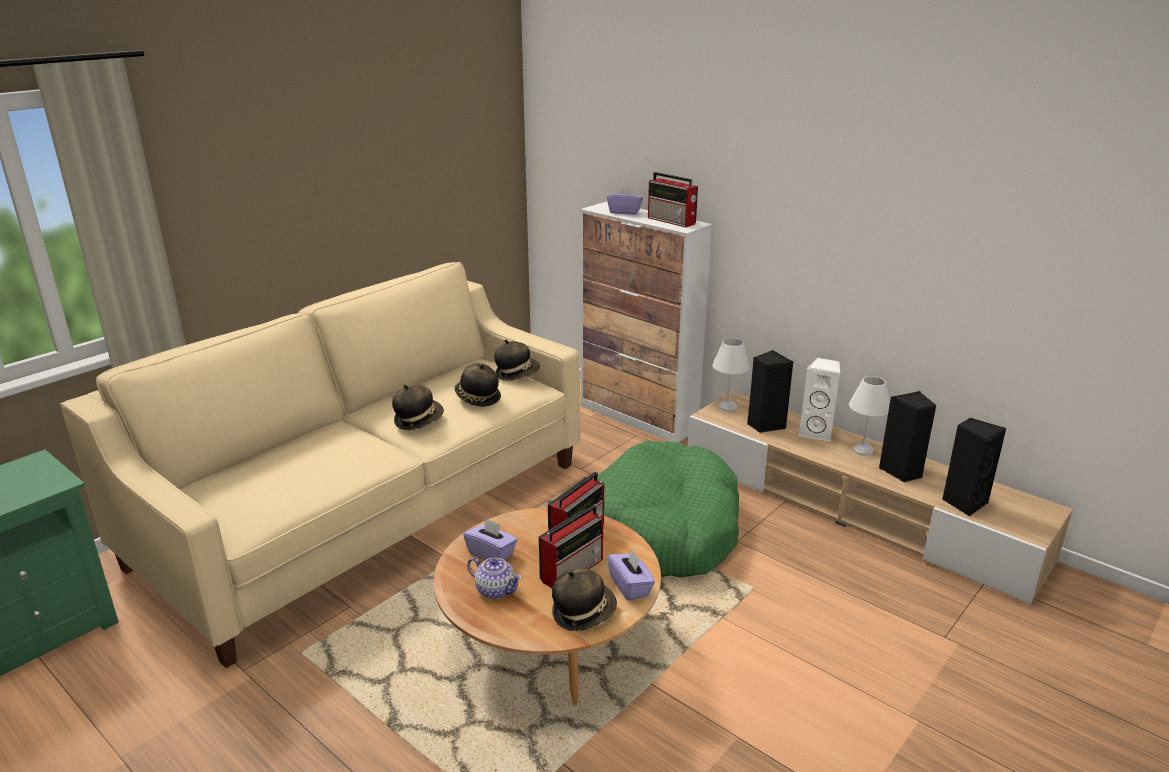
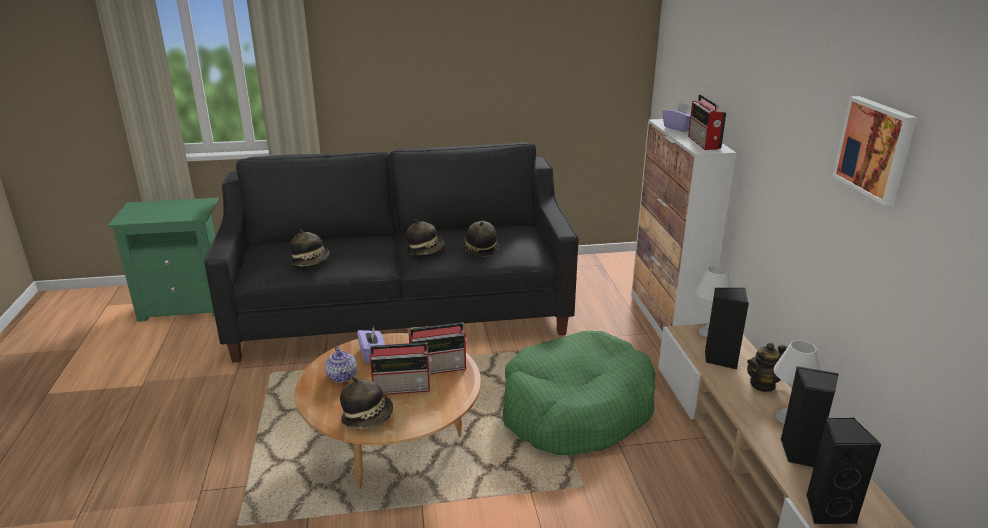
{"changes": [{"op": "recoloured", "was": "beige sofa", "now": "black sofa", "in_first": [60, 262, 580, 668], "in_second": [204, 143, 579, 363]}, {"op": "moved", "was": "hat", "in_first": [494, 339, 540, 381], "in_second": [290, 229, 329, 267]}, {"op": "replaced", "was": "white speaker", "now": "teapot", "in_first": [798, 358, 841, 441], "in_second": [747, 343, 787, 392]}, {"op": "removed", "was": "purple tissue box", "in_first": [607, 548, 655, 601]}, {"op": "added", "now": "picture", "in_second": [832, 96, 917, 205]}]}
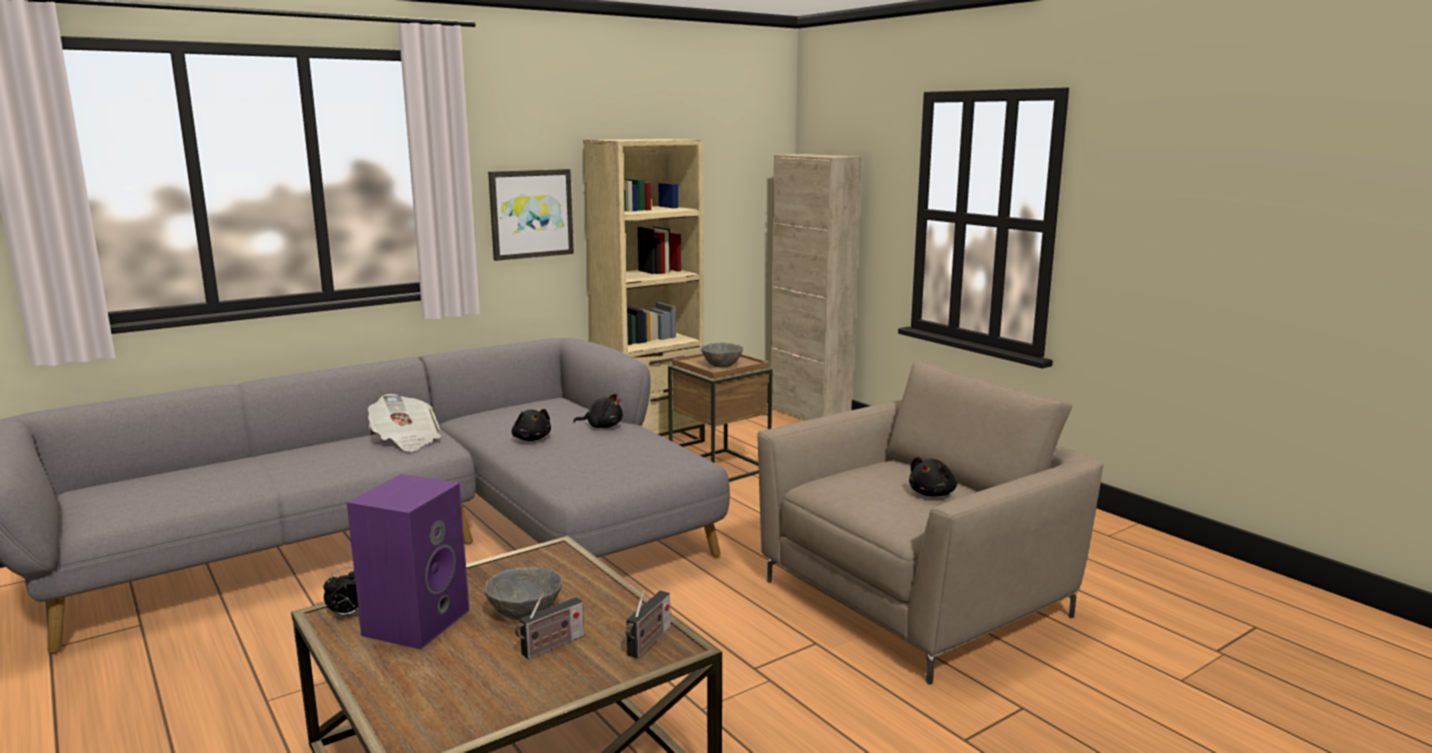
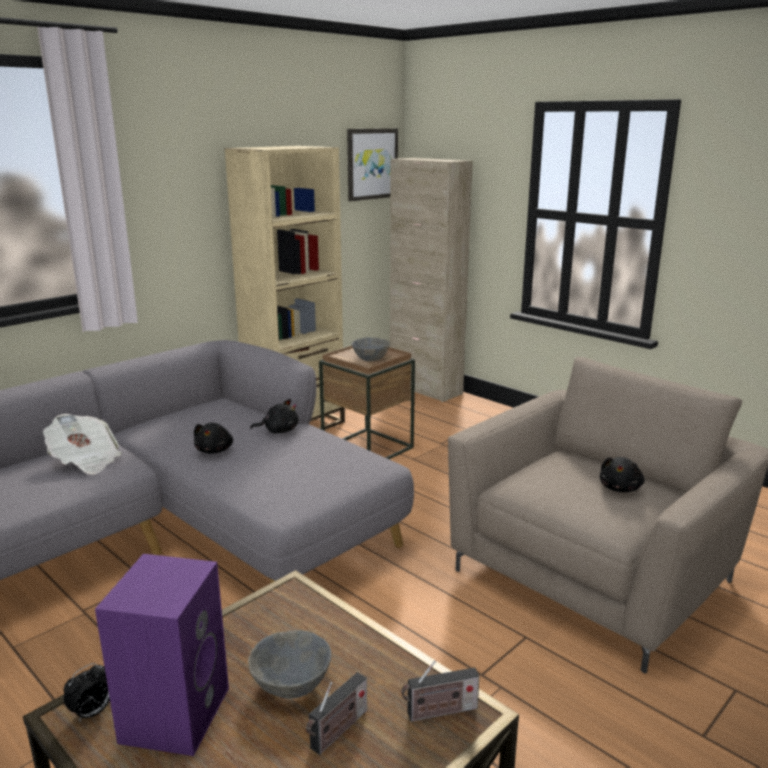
{"changes": [{"op": "moved", "was": "picture", "in_first": [488, 169, 574, 261], "in_second": [347, 128, 398, 201]}, {"op": "turned", "was": "black plush toy", "in_first": [512, 409, 551, 441], "in_second": [194, 423, 233, 454], "clockwise": 45}, {"op": "turned", "was": "radio", "in_first": [626, 590, 670, 658], "in_second": [401, 660, 479, 722], "clockwise": 60}]}
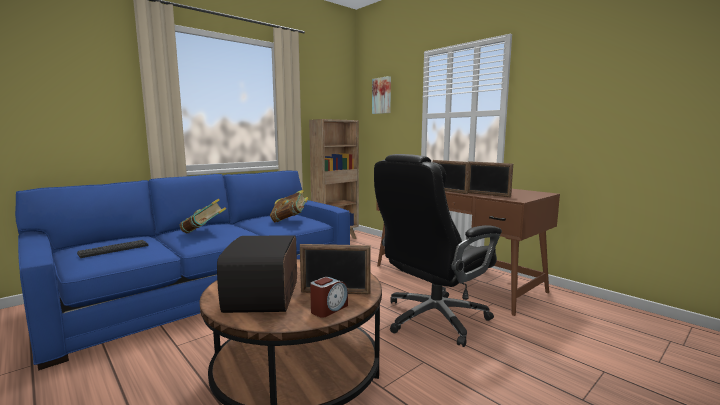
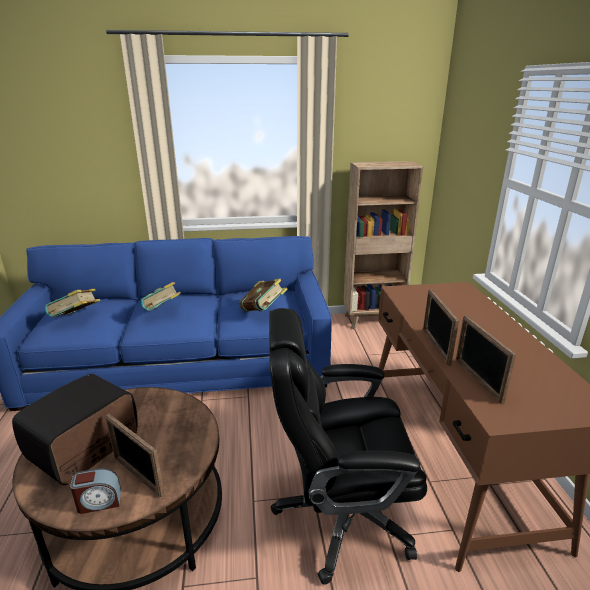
{"changes": [{"op": "removed", "was": "picture", "in_first": [372, 76, 391, 114]}, {"op": "replaced", "was": "keyboard", "now": "book", "in_first": [77, 240, 148, 258], "in_second": [45, 289, 101, 317]}]}
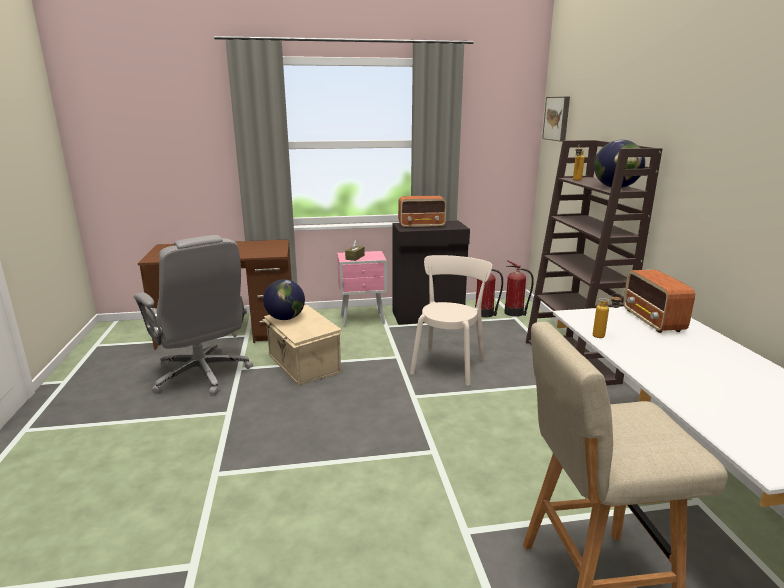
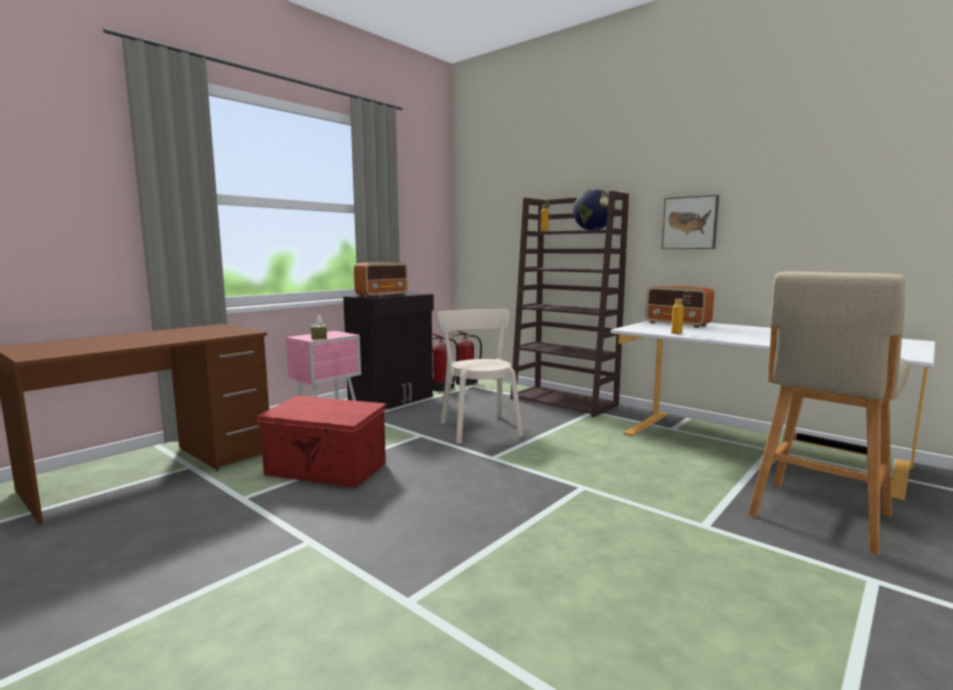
{"changes": [{"op": "moved", "was": "picture", "in_first": [542, 97, 570, 142], "in_second": [662, 195, 719, 249]}, {"op": "removed", "was": "grey office chair", "in_first": [134, 235, 253, 395]}, {"op": "removed", "was": "globe", "in_first": [263, 279, 305, 320]}, {"op": "recoloured", "was": "beige storage box", "now": "red storage box", "in_first": [262, 305, 342, 386], "in_second": [253, 396, 387, 488]}]}
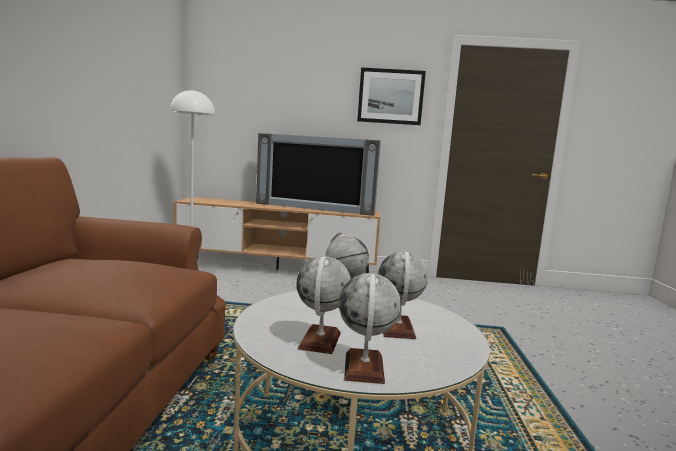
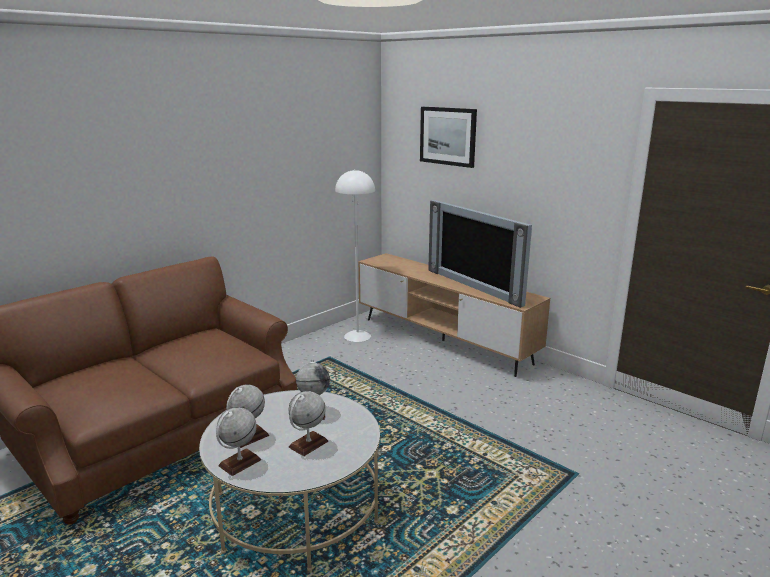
{"changes": [{"op": "moved", "was": "picture", "in_first": [357, 67, 426, 125], "in_second": [420, 107, 477, 168]}]}
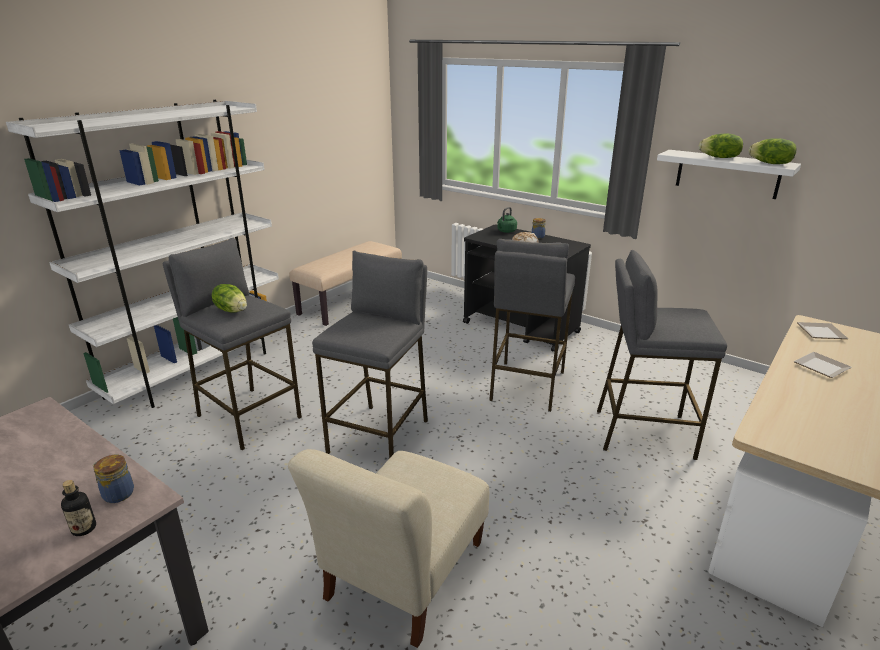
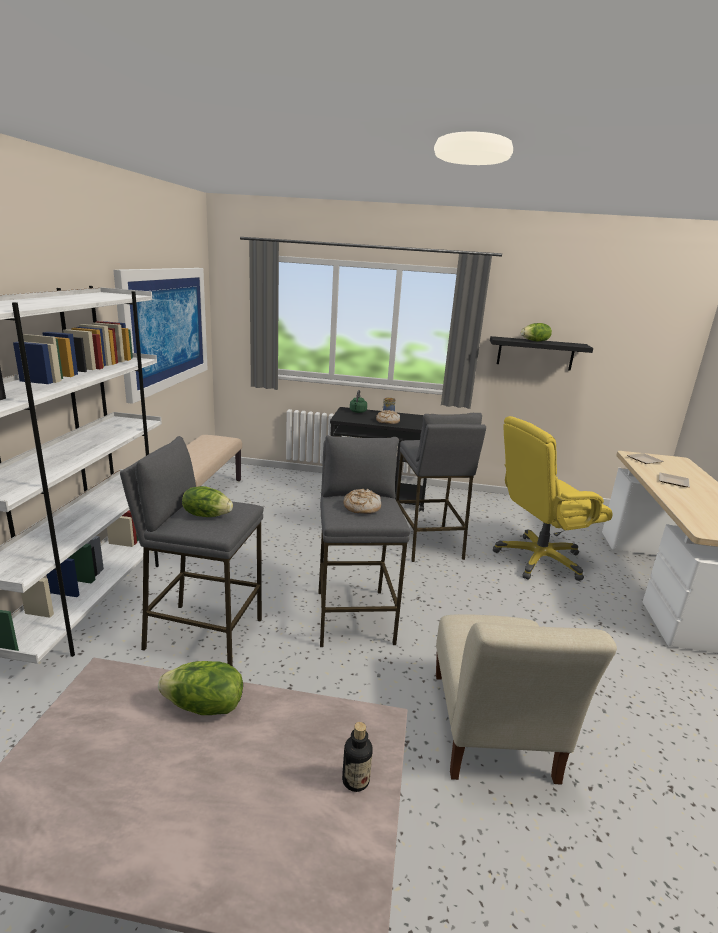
{"changes": [{"op": "moved", "was": "lettuce", "in_first": [748, 138, 797, 164], "in_second": [158, 661, 243, 715]}, {"op": "recoloured", "was": "white shelf", "now": "black shelf", "in_first": [657, 150, 801, 199], "in_second": [490, 336, 593, 371]}, {"op": "replaced", "was": "grey stool", "now": "yellow office chair", "in_first": [597, 250, 727, 460], "in_second": [493, 416, 613, 581]}, {"op": "removed", "was": "jar", "in_first": [93, 455, 134, 503]}, {"op": "added", "now": "picture", "in_second": [113, 268, 208, 404]}, {"op": "added", "now": "bread", "in_second": [344, 489, 381, 514]}]}
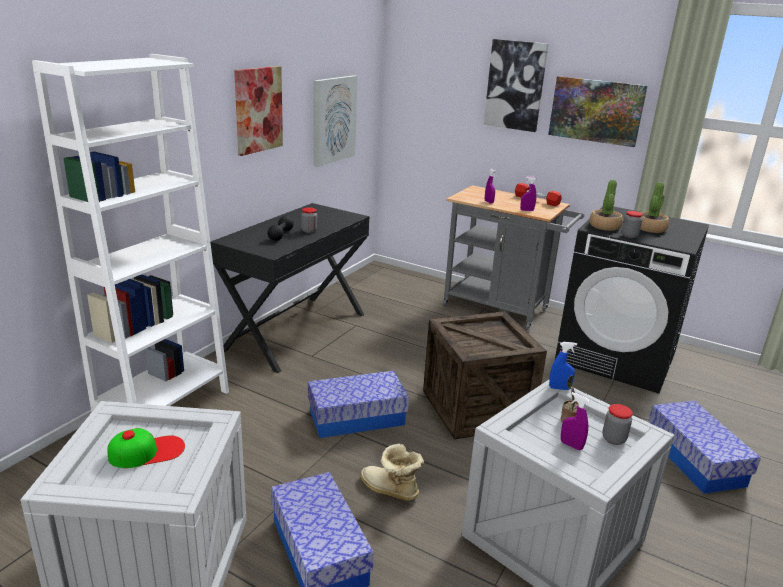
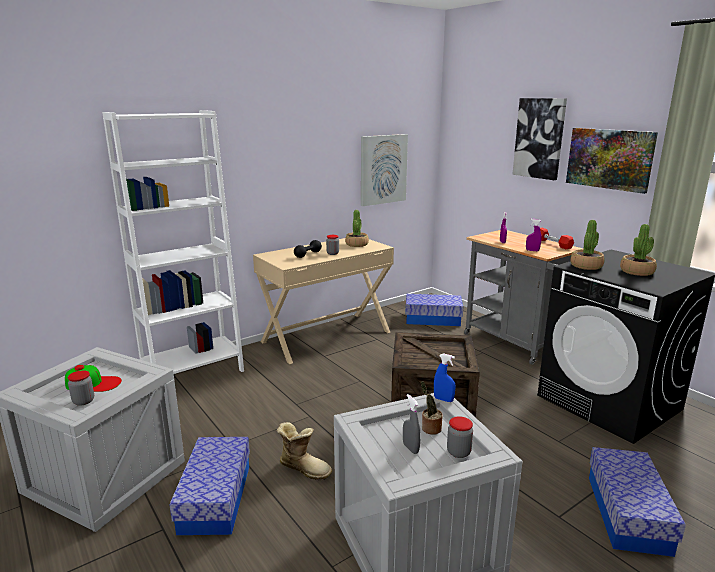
{"changes": [{"op": "removed", "was": "picture", "in_first": [234, 66, 283, 156]}, {"op": "recoloured", "was": "black desk", "now": "beige desk", "in_first": [210, 203, 369, 373], "in_second": [253, 238, 394, 364]}, {"op": "moved", "was": "jar", "in_first": [622, 211, 643, 238], "in_second": [68, 370, 94, 406]}, {"op": "moved", "was": "storage box", "in_first": [308, 371, 409, 438], "in_second": [405, 294, 463, 326]}, {"op": "recoloured", "was": "purple spray bottle", "now": "grey spray bottle", "in_first": [561, 392, 589, 450], "in_second": [403, 394, 421, 454]}, {"op": "turned", "was": "boot", "in_first": [361, 444, 424, 501], "in_second": [277, 422, 332, 480], "clockwise": 150}, {"op": "added", "now": "potted plant", "in_second": [345, 210, 369, 247]}]}
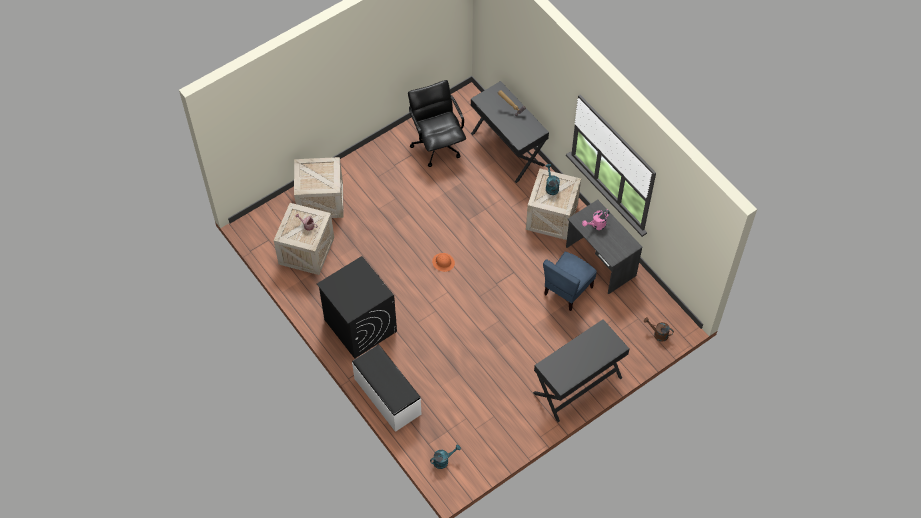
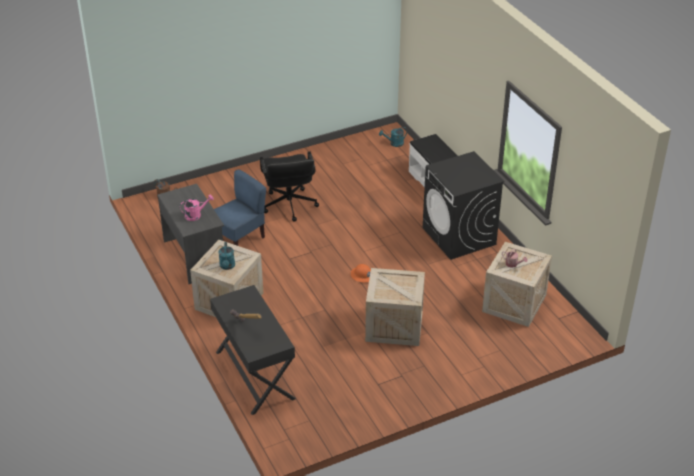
{"changes": [{"op": "moved", "was": "black office chair", "in_first": [408, 80, 466, 167], "in_second": [260, 151, 319, 222]}, {"op": "moved", "was": "crate", "in_first": [294, 157, 344, 218], "in_second": [365, 268, 425, 346]}, {"op": "removed", "was": "black desk", "in_first": [533, 319, 629, 422]}]}
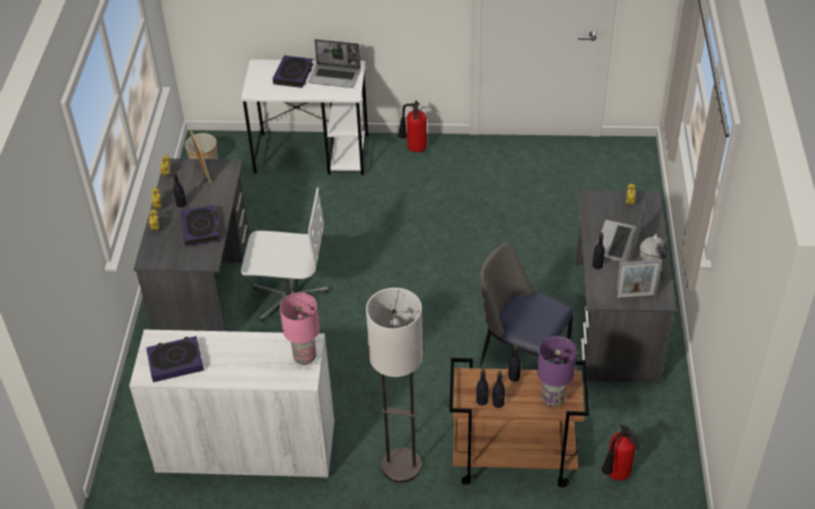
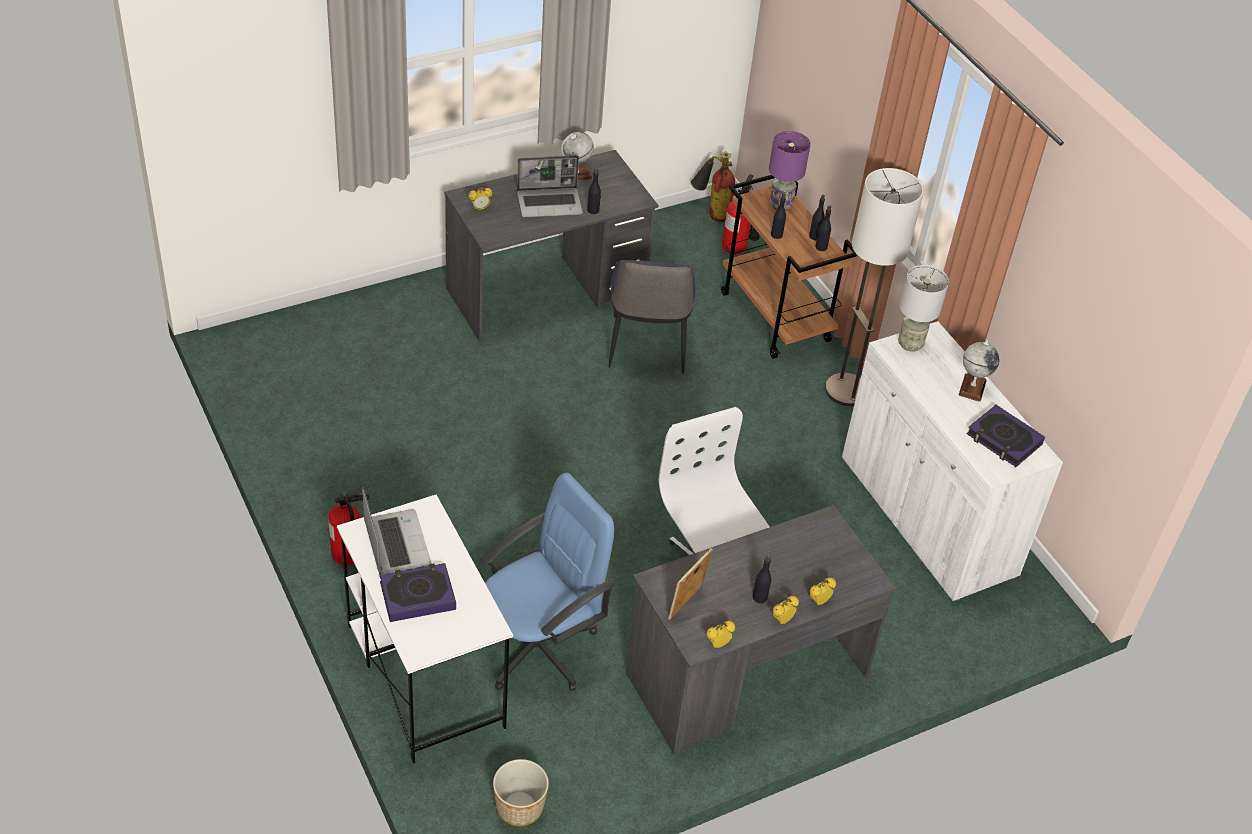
{"changes": [{"op": "removed", "was": "book", "in_first": [181, 205, 220, 247]}, {"op": "removed", "was": "picture frame", "in_first": [614, 260, 662, 299]}, {"op": "recoloured", "was": "pink table lamp", "now": "grey table lamp", "in_first": [280, 293, 320, 365], "in_second": [898, 265, 949, 352]}, {"op": "added", "now": "fire extinguisher", "in_second": [691, 151, 735, 222]}, {"op": "added", "now": "globe", "in_second": [959, 339, 999, 402]}, {"op": "added", "now": "blue office chair", "in_second": [480, 472, 614, 691]}]}
